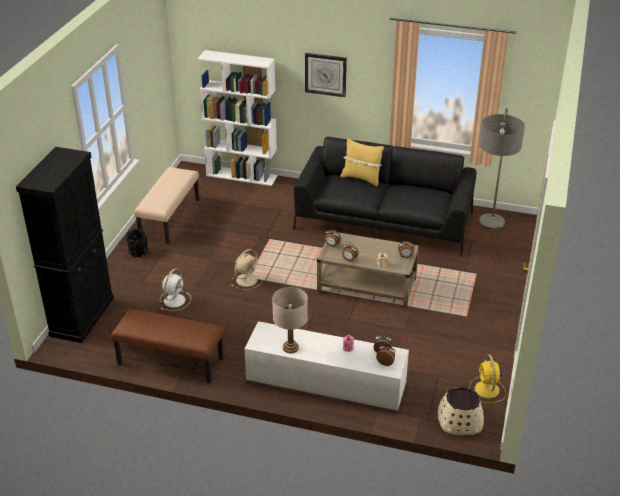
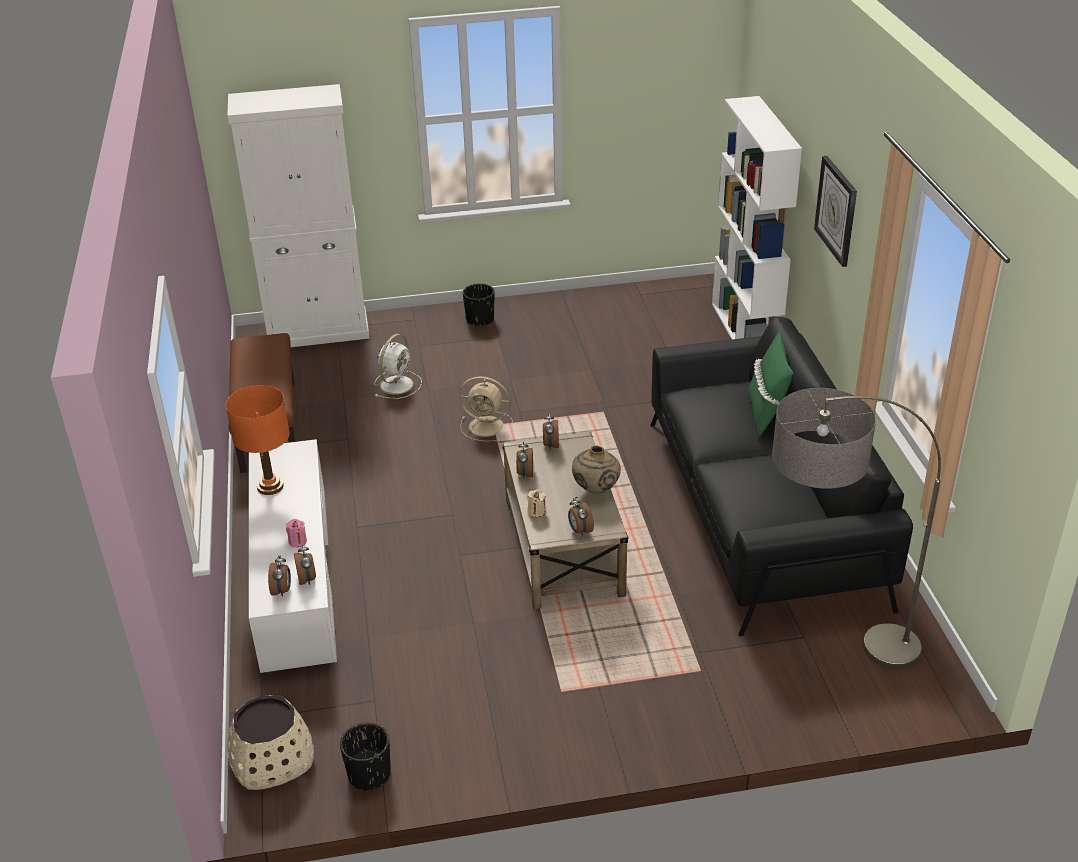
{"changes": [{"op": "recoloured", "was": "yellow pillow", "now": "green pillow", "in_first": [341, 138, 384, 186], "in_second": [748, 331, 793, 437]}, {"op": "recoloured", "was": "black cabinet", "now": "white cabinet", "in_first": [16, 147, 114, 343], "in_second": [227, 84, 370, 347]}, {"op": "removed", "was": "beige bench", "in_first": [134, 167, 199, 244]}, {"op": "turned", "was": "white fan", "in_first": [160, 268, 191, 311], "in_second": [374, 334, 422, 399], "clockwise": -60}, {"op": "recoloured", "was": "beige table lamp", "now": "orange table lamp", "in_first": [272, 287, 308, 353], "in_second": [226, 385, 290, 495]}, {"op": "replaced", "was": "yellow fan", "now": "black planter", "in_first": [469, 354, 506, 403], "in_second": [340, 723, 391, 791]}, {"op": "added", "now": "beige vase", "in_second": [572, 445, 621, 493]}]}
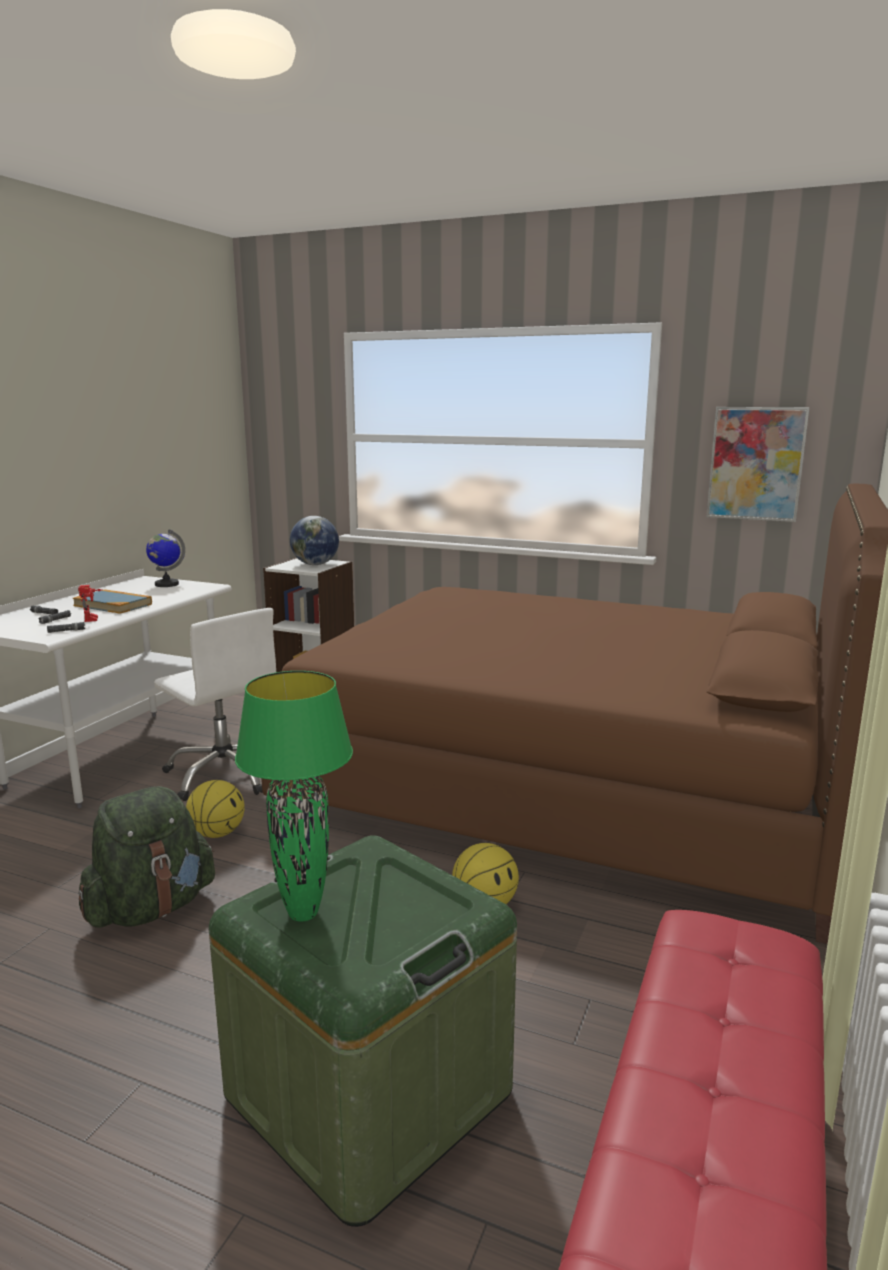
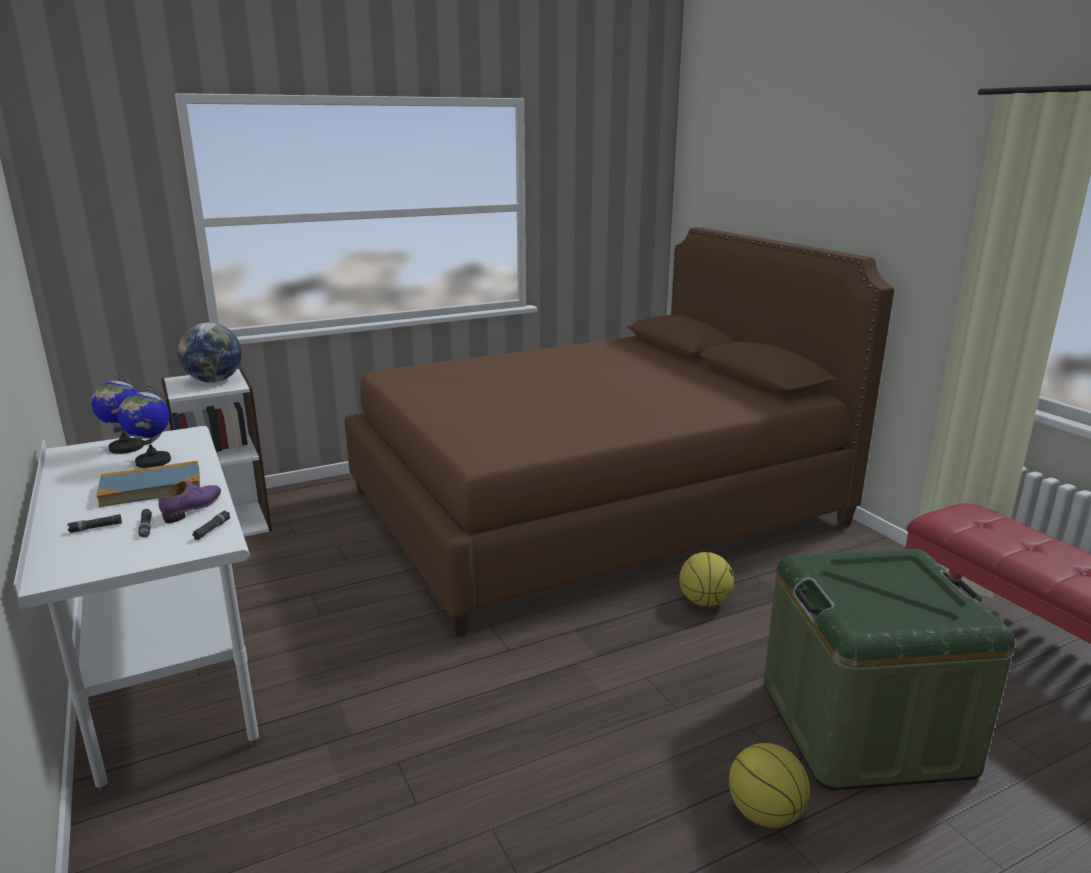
{"changes": [{"op": "removed", "was": "picture", "in_first": [706, 407, 809, 522]}, {"op": "replaced", "was": "toy robot", "now": "purple shoe", "in_first": [78, 585, 102, 622], "in_second": [158, 481, 221, 523]}, {"op": "removed", "was": "white office chair", "in_first": [154, 608, 276, 801]}, {"op": "removed", "was": "green table lamp", "in_first": [235, 671, 353, 922]}, {"op": "moved", "was": "basketball", "in_first": [186, 780, 245, 838], "in_second": [729, 743, 810, 828]}, {"op": "removed", "was": "green backpack", "in_first": [79, 786, 215, 928]}, {"op": "added", "now": "globe", "in_second": [118, 384, 171, 468]}]}
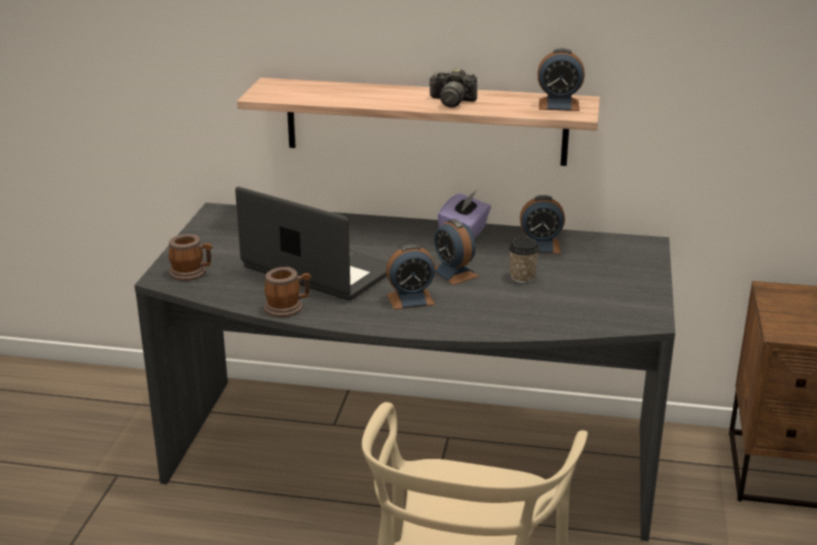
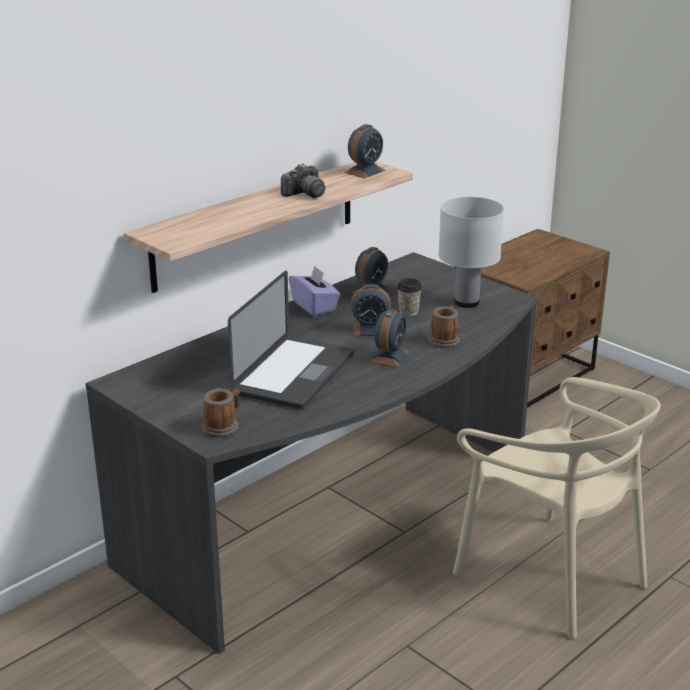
{"changes": [{"op": "turned", "was": "laptop", "in_first": [235, 187, 388, 301], "in_second": [228, 270, 354, 409], "clockwise": 135}, {"op": "moved", "was": "mug", "in_first": [264, 267, 311, 318], "in_second": [428, 305, 460, 348]}, {"op": "added", "now": "white table lamp", "in_second": [438, 197, 504, 308]}]}
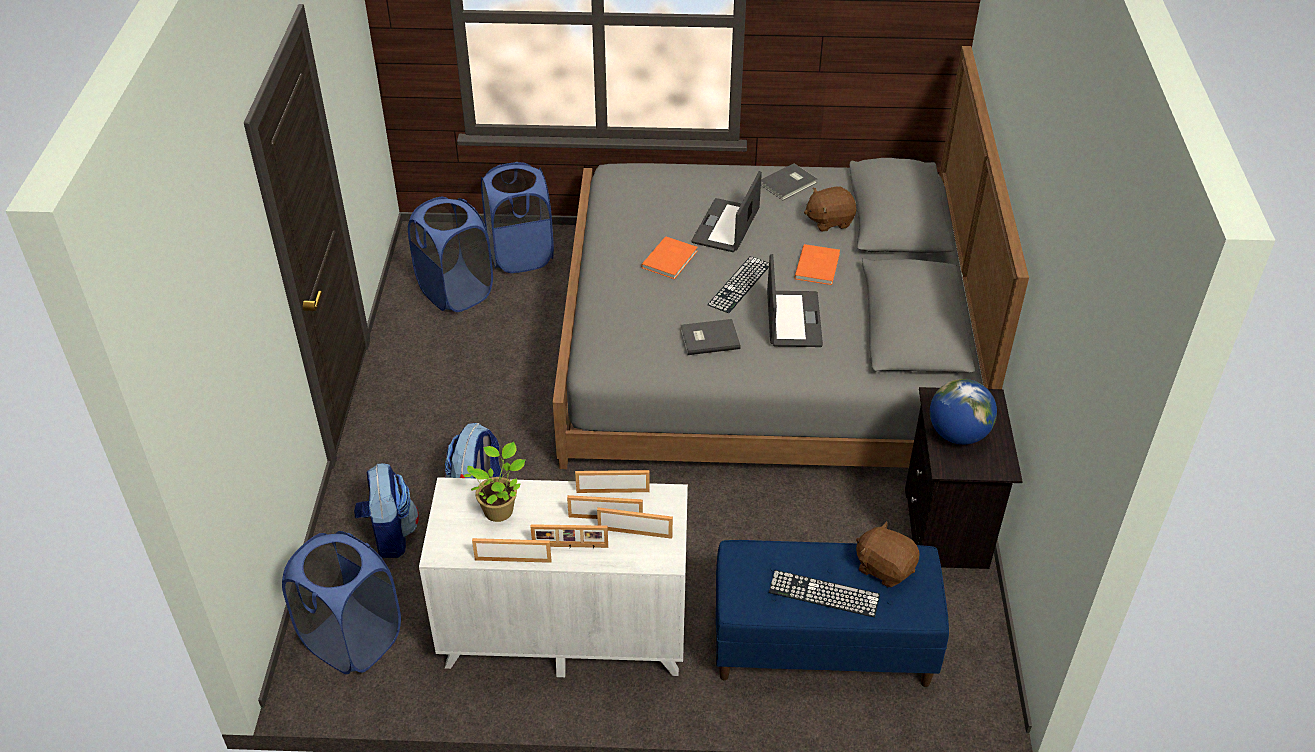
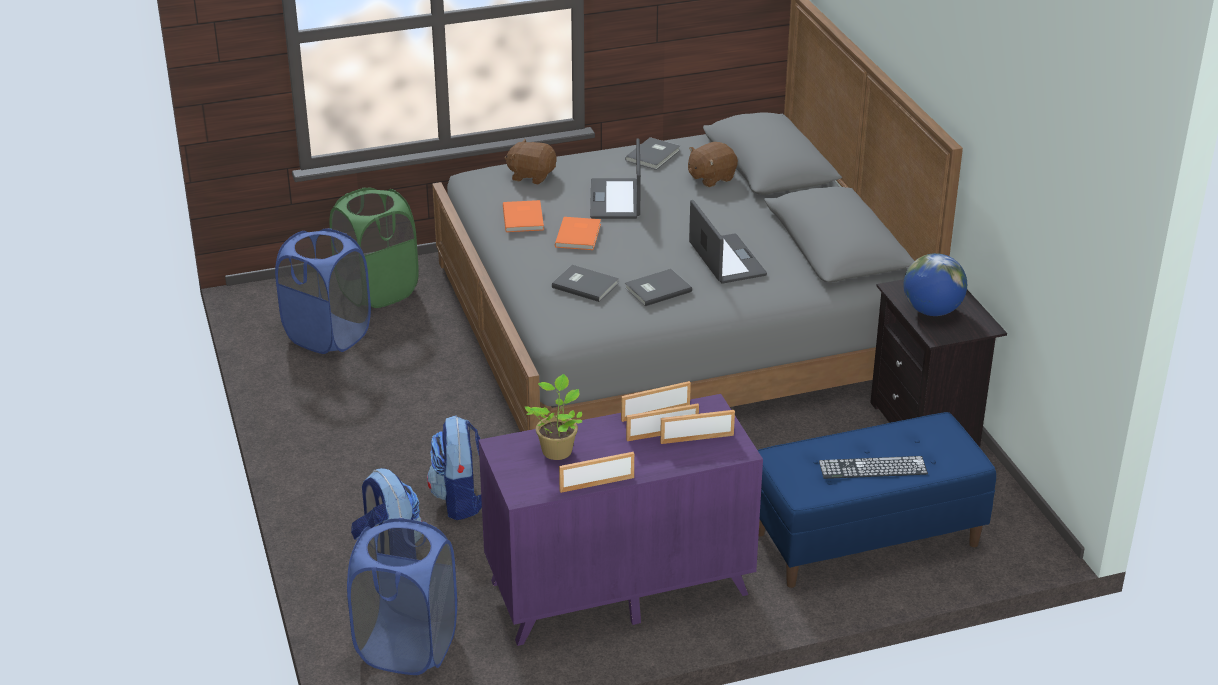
{"changes": [{"op": "recoloured", "was": "blue laundry basket", "now": "green laundry basket", "in_first": [481, 162, 554, 273], "in_second": [329, 187, 419, 308]}, {"op": "moved", "was": "orange book", "in_first": [794, 244, 840, 285], "in_second": [503, 200, 544, 232]}, {"op": "removed", "was": "keyboard", "in_first": [708, 256, 769, 313]}, {"op": "recoloured", "was": "white dresser", "now": "purple dresser", "in_first": [419, 477, 688, 677], "in_second": [479, 394, 763, 646]}, {"op": "moved", "was": "brown plush toy", "in_first": [856, 521, 919, 587], "in_second": [505, 139, 556, 185]}, {"op": "removed", "was": "picture frame", "in_first": [531, 524, 608, 549]}, {"op": "added", "now": "grey book", "in_second": [552, 265, 619, 302]}]}
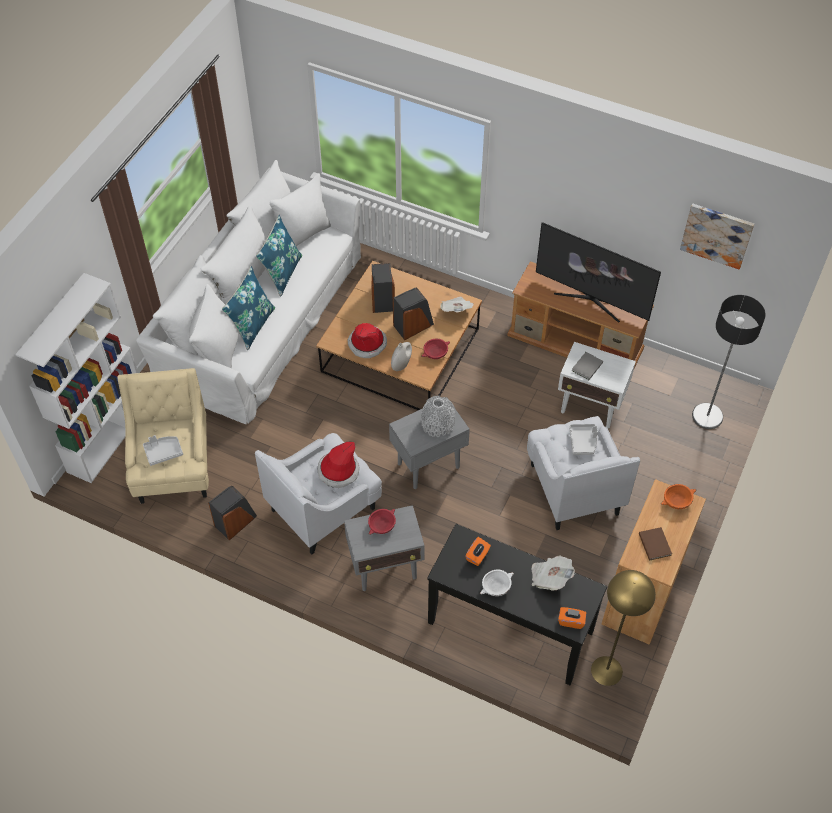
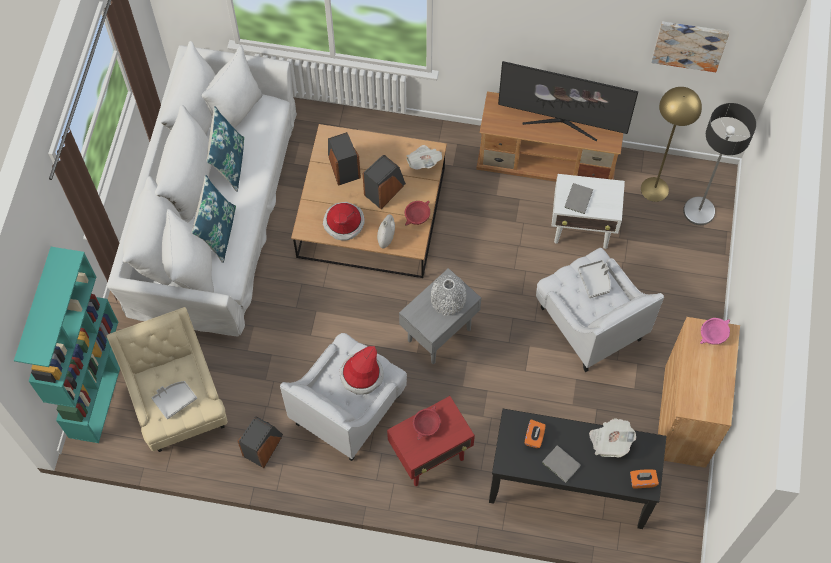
{"changes": [{"op": "recoloured", "was": "white bookcase", "now": "turquoise bookcase", "in_first": [15, 273, 138, 483], "in_second": [14, 247, 120, 443]}, {"op": "recoloured", "was": "orange bowl", "now": "pink bowl", "in_first": [661, 484, 696, 509], "in_second": [700, 318, 730, 345]}, {"op": "recoloured", "was": "grey side table", "now": "red side table", "in_first": [344, 505, 425, 591], "in_second": [387, 396, 475, 486]}, {"op": "removed", "was": "brown book", "in_first": [639, 527, 672, 561]}, {"op": "replaced", "was": "white bowl", "now": "grey book", "in_first": [480, 569, 514, 596], "in_second": [542, 445, 581, 483]}, {"op": "moved", "was": "yellow floor lamp", "in_first": [591, 570, 656, 686], "in_second": [641, 87, 702, 202]}]}
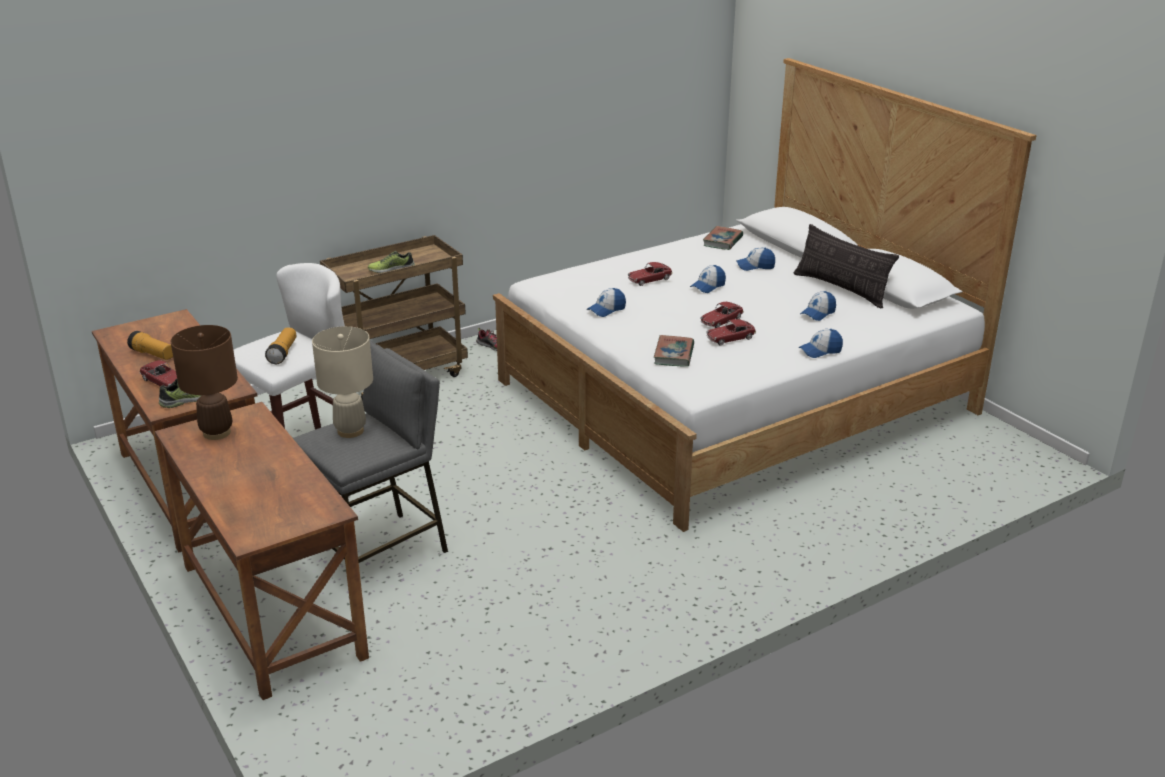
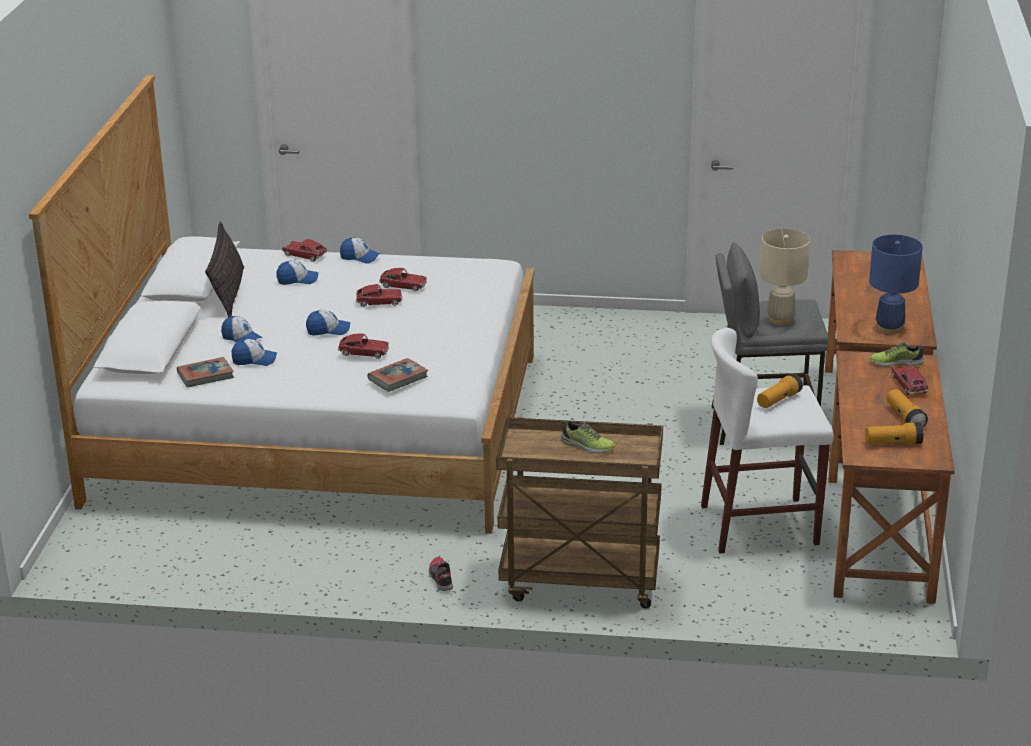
{"changes": [{"op": "moved", "was": "cap", "in_first": [587, 288, 626, 317], "in_second": [232, 339, 277, 366]}, {"op": "recoloured", "was": "brown table lamp", "now": "blue table lamp", "in_first": [171, 325, 238, 440], "in_second": [869, 235, 923, 334]}, {"op": "moved", "was": "book", "in_first": [654, 335, 694, 367], "in_second": [367, 358, 428, 392]}, {"op": "added", "now": "toy car", "in_second": [282, 239, 327, 262]}, {"op": "added", "now": "flashlight", "in_second": [865, 422, 924, 444]}]}
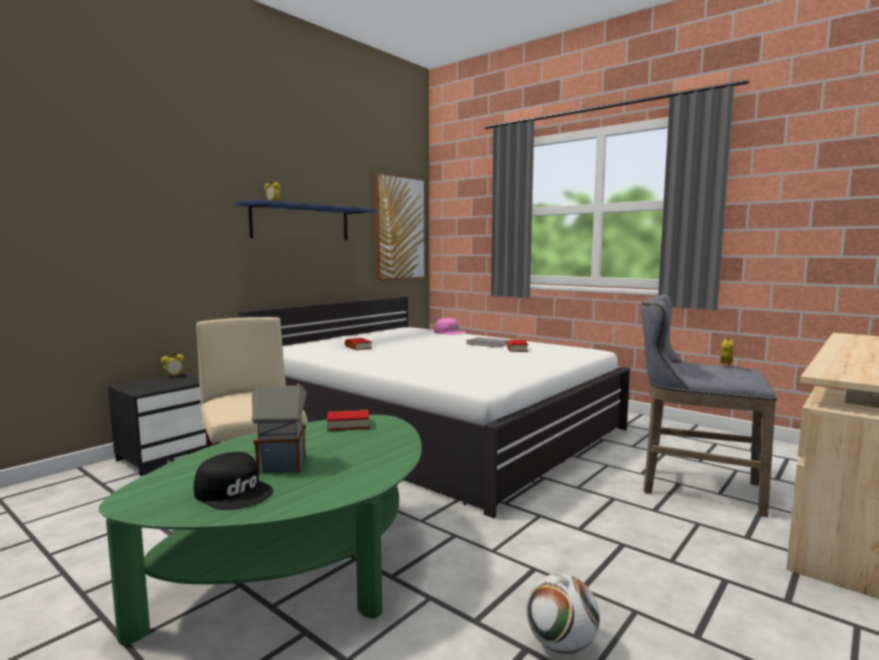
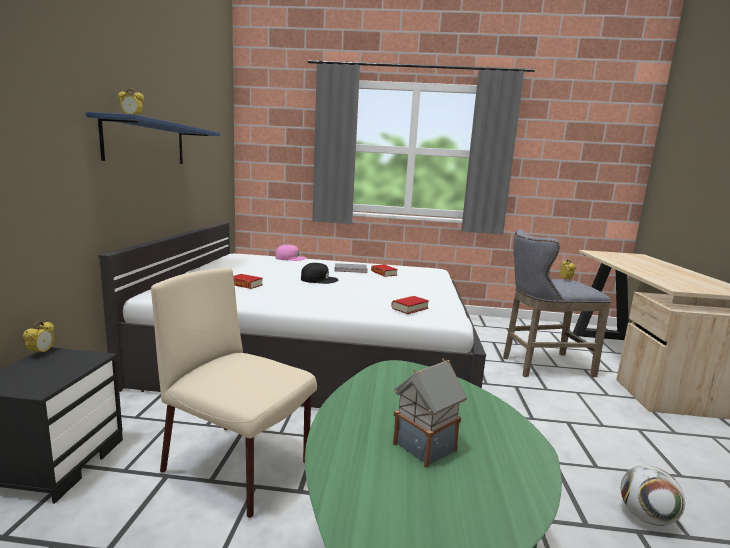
{"changes": [{"op": "removed", "was": "picture", "in_first": [374, 172, 425, 281]}, {"op": "moved", "was": "book", "in_first": [327, 410, 369, 431], "in_second": [391, 296, 429, 314]}, {"op": "moved", "was": "black cap", "in_first": [194, 452, 273, 510], "in_second": [301, 263, 338, 284]}]}
